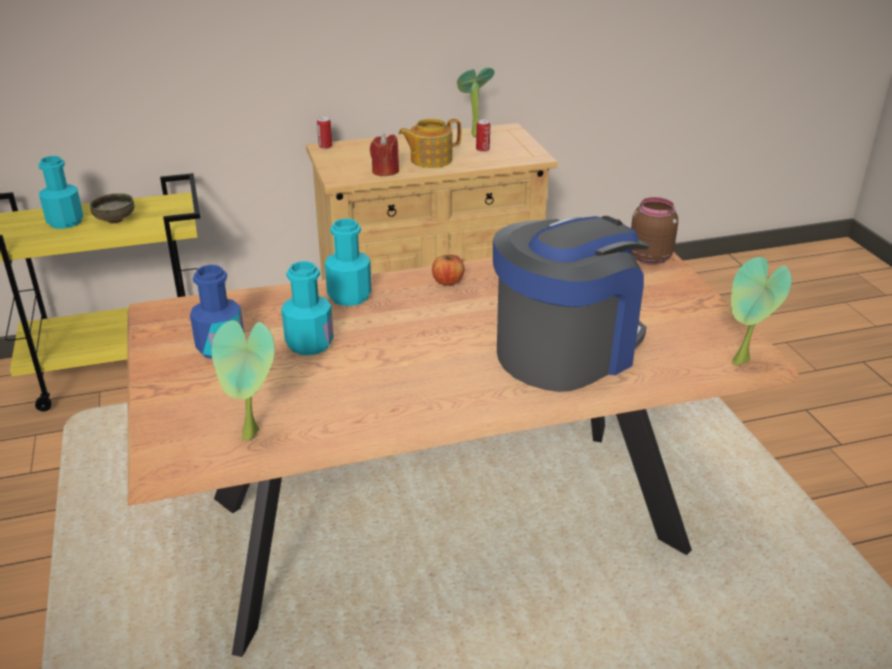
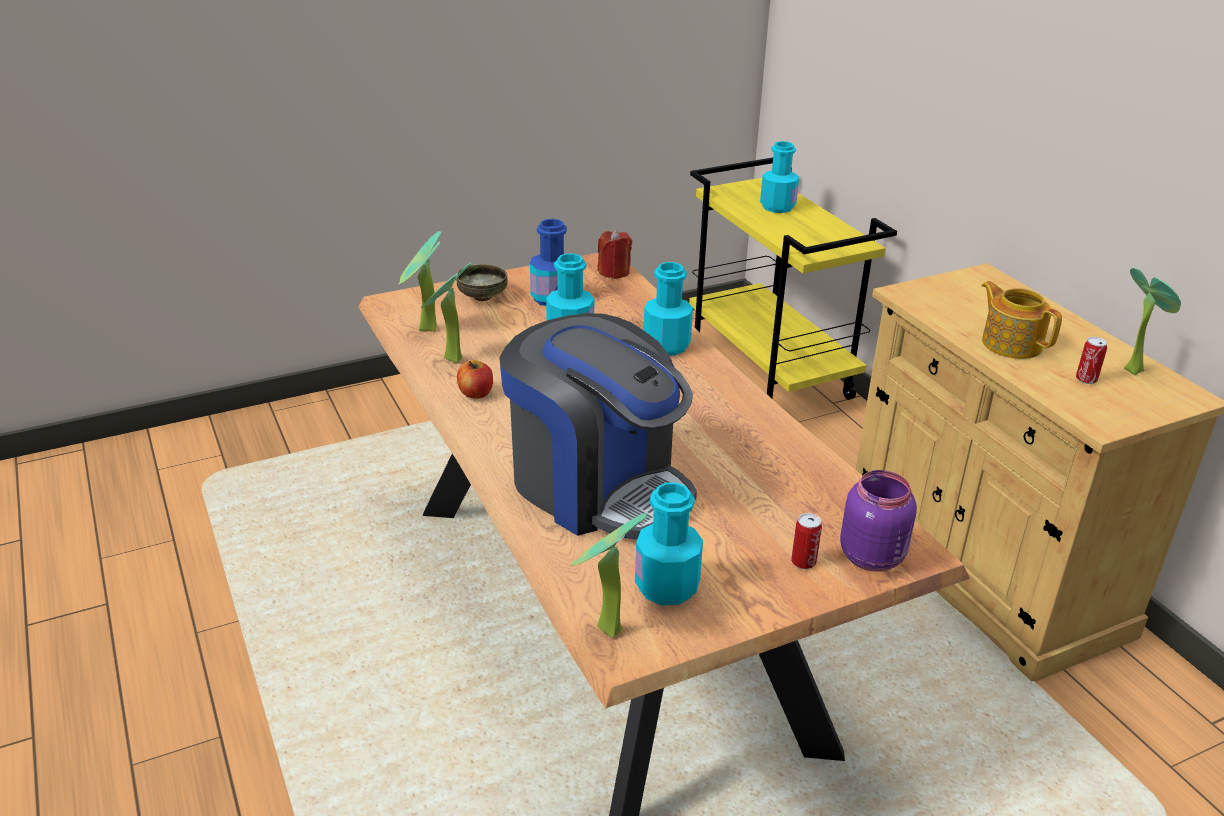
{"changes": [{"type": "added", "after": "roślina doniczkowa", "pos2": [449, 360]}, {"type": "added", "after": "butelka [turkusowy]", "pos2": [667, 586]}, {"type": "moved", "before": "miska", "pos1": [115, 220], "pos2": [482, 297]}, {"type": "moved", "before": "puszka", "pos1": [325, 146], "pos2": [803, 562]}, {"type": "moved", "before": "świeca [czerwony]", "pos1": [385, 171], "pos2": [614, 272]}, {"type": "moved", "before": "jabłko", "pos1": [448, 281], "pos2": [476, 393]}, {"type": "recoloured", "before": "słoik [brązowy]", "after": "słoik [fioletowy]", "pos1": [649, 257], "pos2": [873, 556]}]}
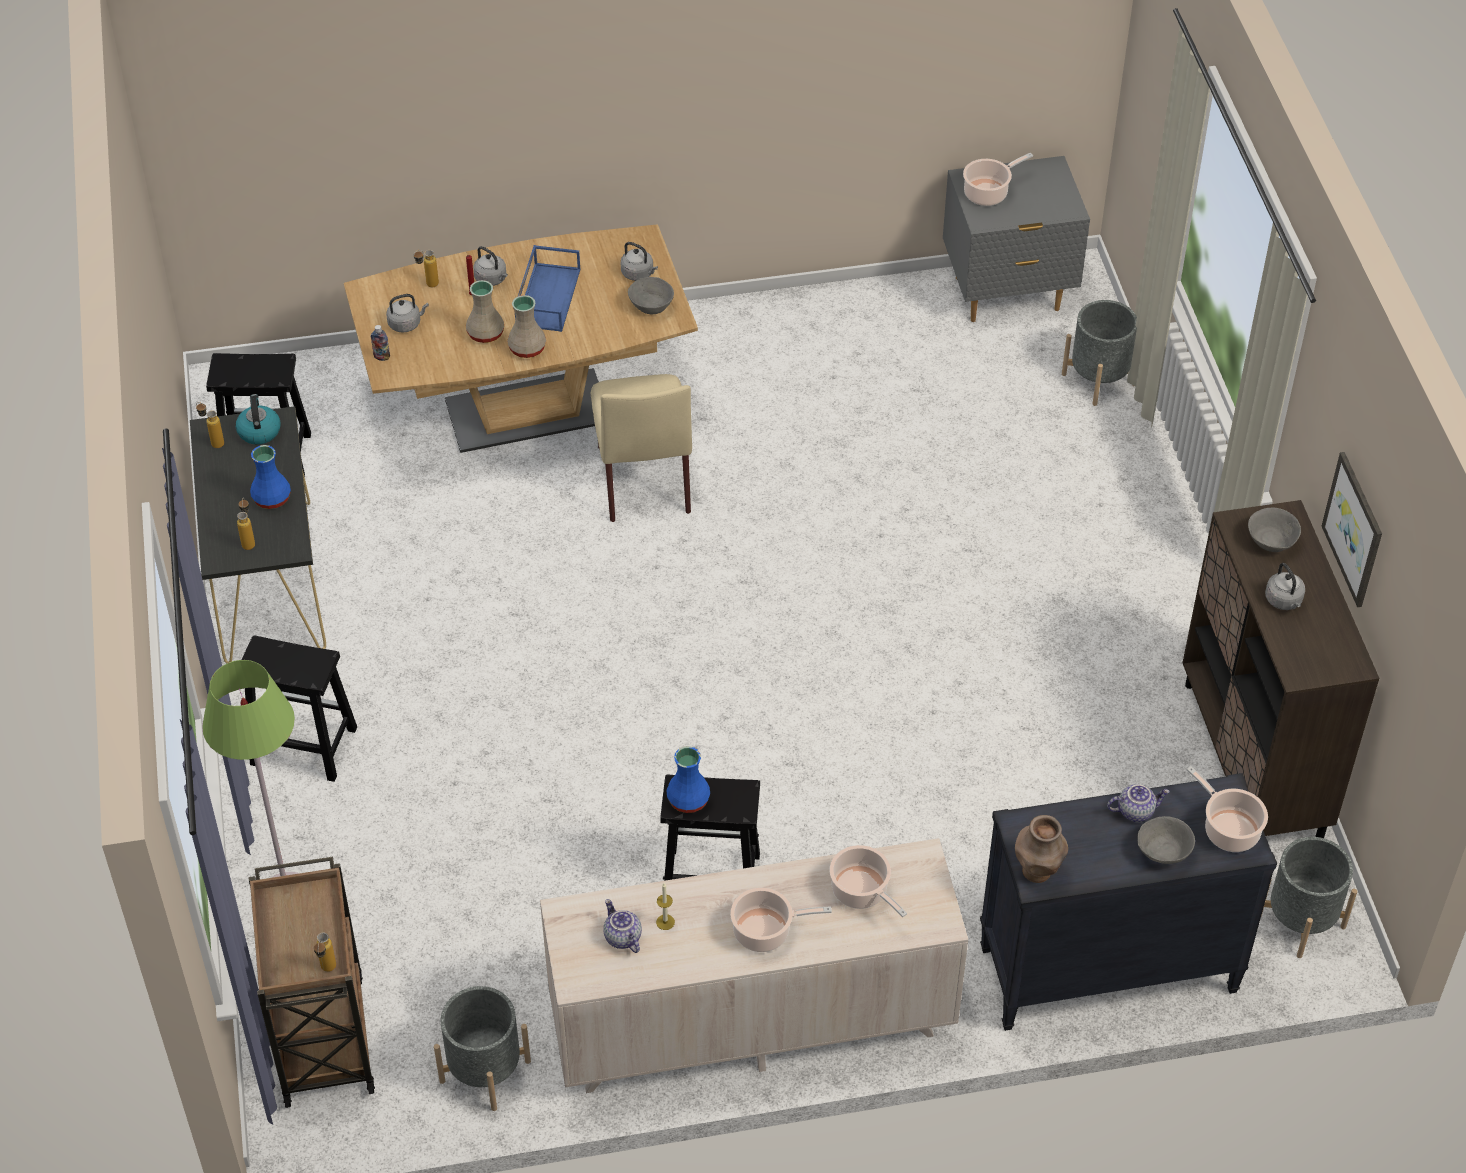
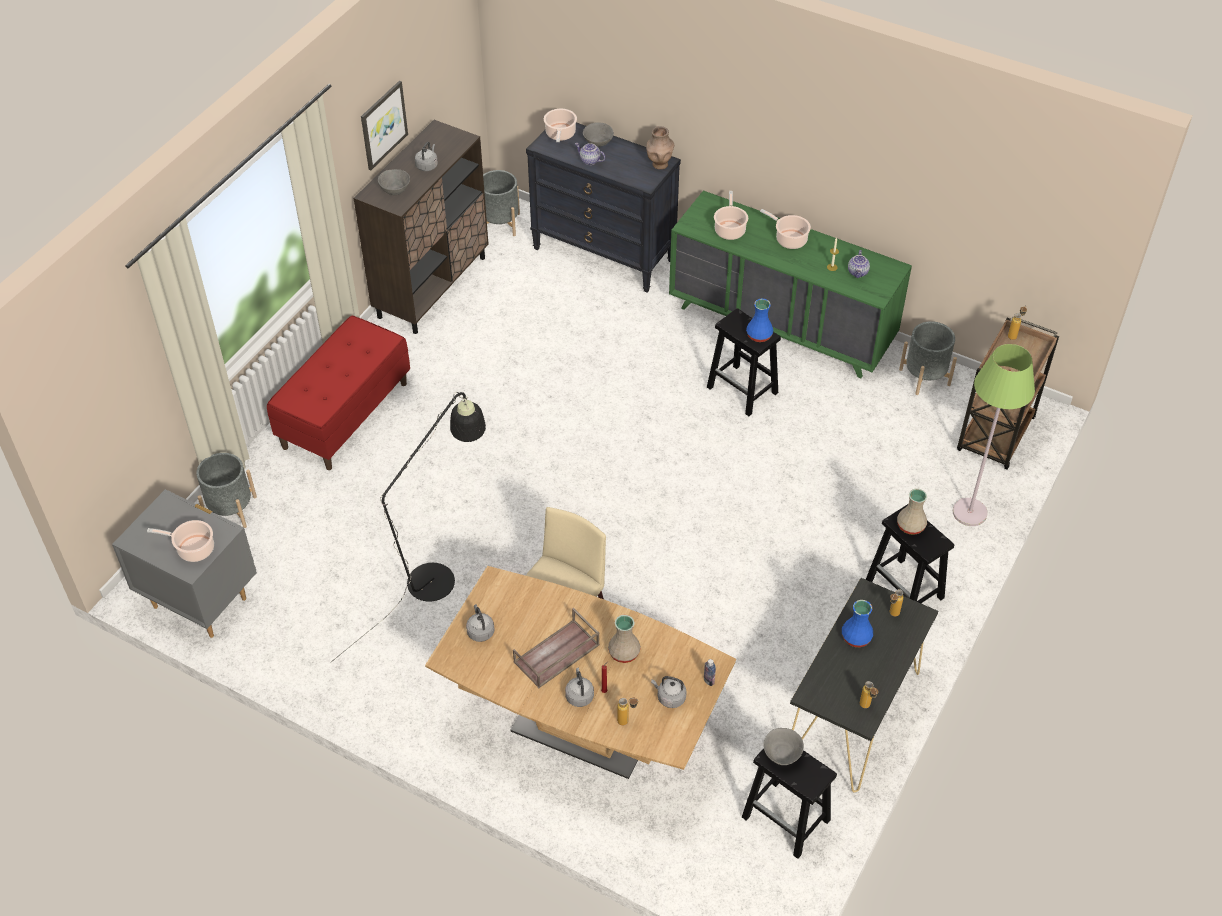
{"changes": [{"type": "removed", "before": "czajnik", "pos1": [259, 431]}, {"type": "added", "after": "ławka [czerwony]", "pos2": [345, 415]}, {"type": "added", "after": "lampa stojąca [czarny]", "pos2": [440, 574]}, {"type": "moved", "before": "wazon [beżowy]", "pos1": [526, 348], "pos2": [911, 526]}, {"type": "moved", "before": "miska [szary]", "pos1": [651, 306], "pos2": [781, 753]}, {"type": "recoloured", "before": "taca [niebieski]", "after": "taca [brązowy]", "pos1": [547, 296], "pos2": [556, 654]}, {"type": "recoloured", "before": "komoda [beżowy]", "after": "komoda [zielony]", "pos1": [750, 1022], "pos2": [782, 325]}]}
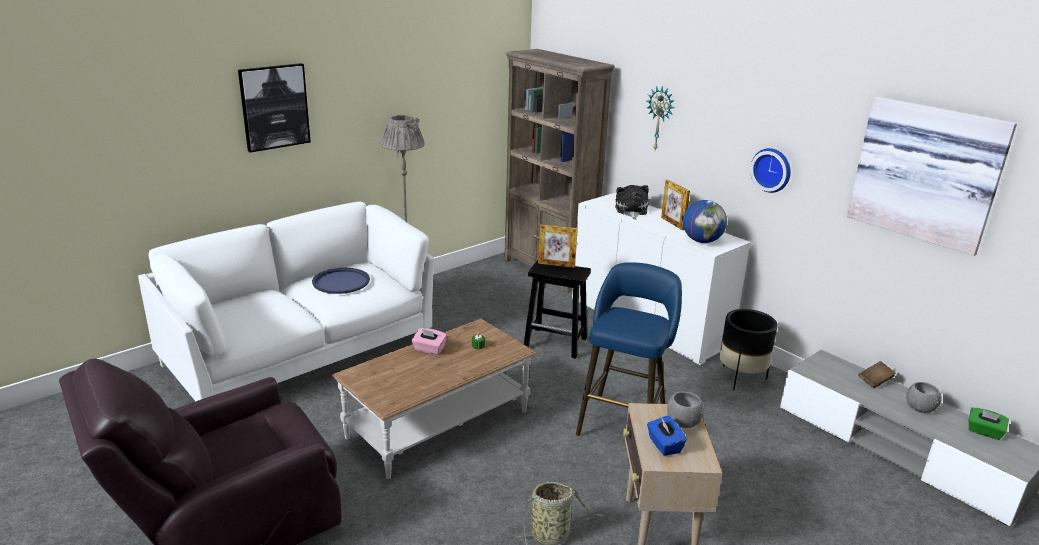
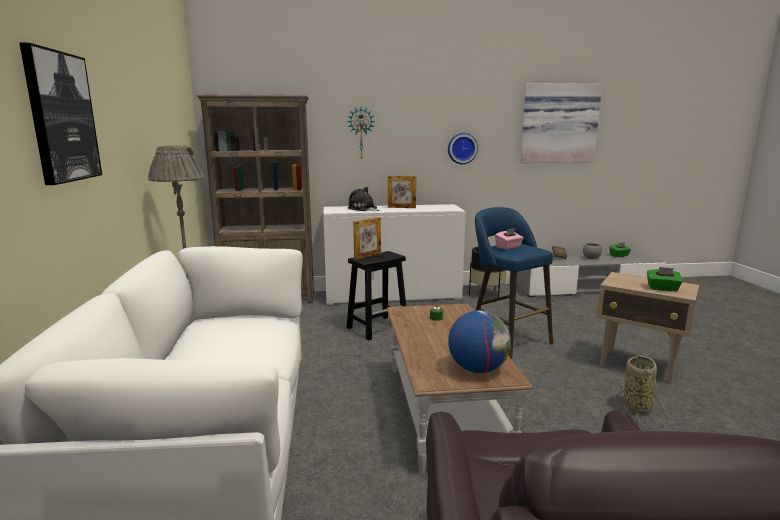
{"changes": [{"type": "removed", "before": "taca [niebieski]", "pos1": [341, 281]}, {"type": "removed", "before": "miska [szary]", "pos1": [683, 422]}, {"type": "moved", "before": "pudełko chusteczek [różowy]", "pos1": [429, 349], "pos2": [508, 247]}, {"type": "moved", "before": "globus", "pos1": [702, 241], "pos2": [477, 369]}, {"type": "recoloured", "before": "pudełko chusteczek [niebieski]", "after": "pudełko chusteczek [zielony]", "pos1": [664, 445], "pos2": [662, 288]}]}
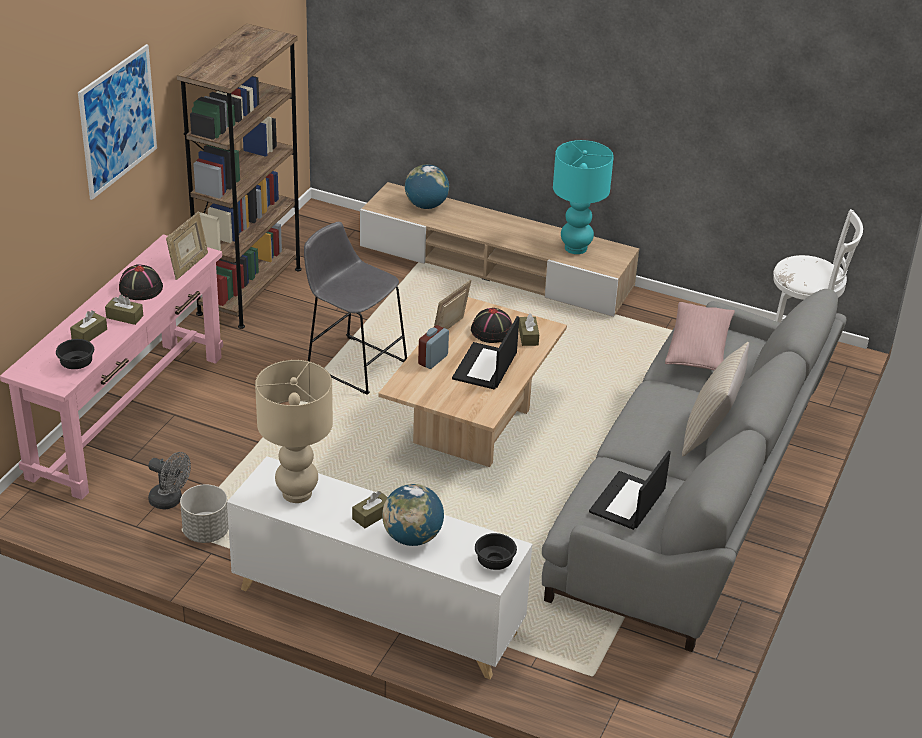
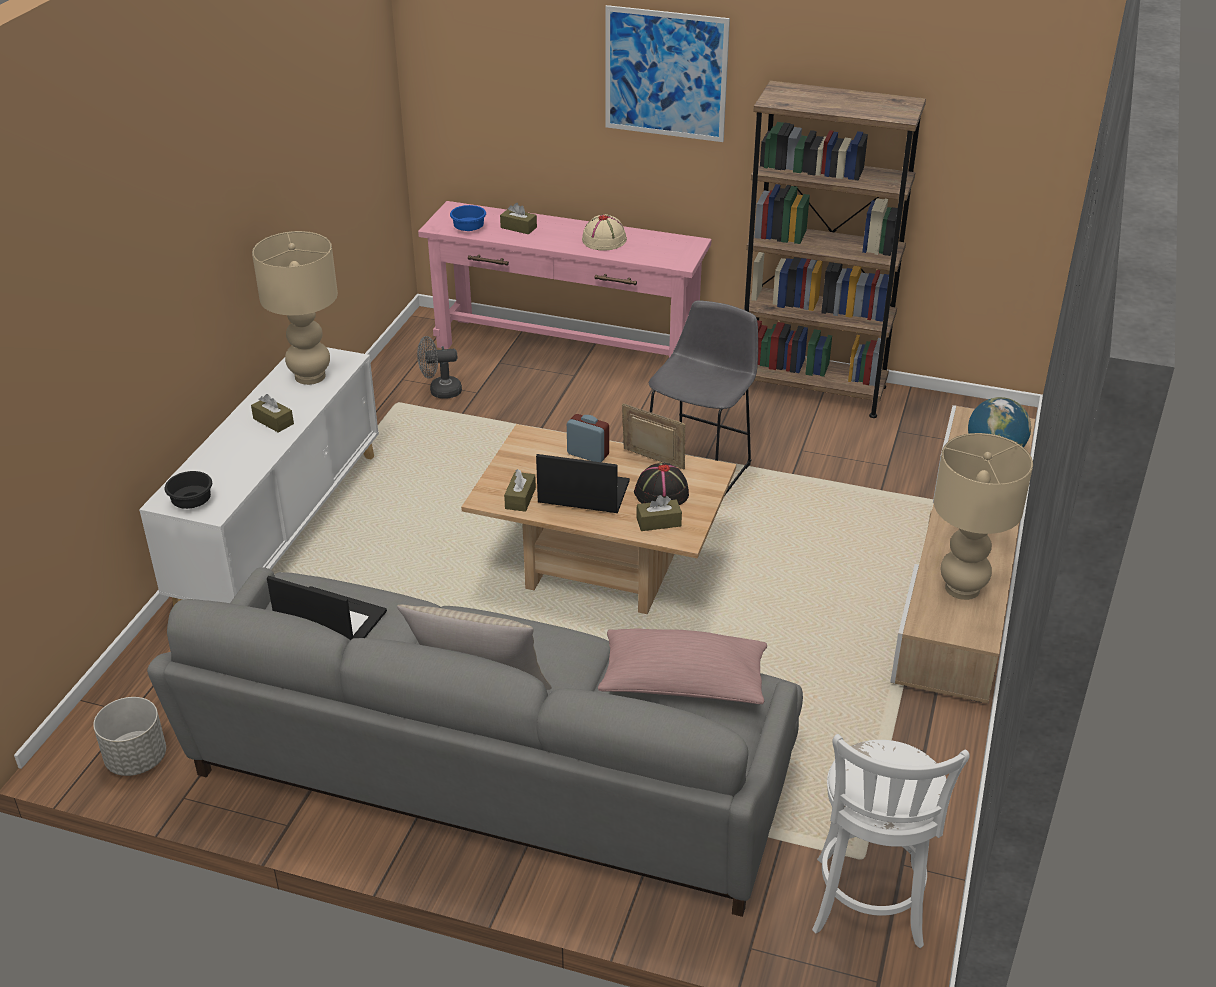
{"changes": [{"type": "removed", "before": "ramka na zdjęcie", "pos1": [189, 266]}, {"type": "removed", "before": "globus", "pos1": [412, 537]}, {"type": "moved", "before": "pudełko chusteczek [brązowy]", "pos1": [124, 317], "pos2": [520, 498]}, {"type": "moved", "before": "donica [szary]", "pos1": [206, 532], "pos2": [136, 759]}, {"type": "recoloured", "before": "miska [czarny]", "after": "miska [niebieski]", "pos1": [78, 364], "pos2": [468, 229]}, {"type": "recoloured", "before": "kapelusz [czarny]", "after": "kapelusz [beżowy]", "pos1": [140, 288], "pos2": [604, 240]}, {"type": "recoloured", "before": "lampa stołowa [turkusowy]", "after": "lampa stołowa [beżowy]", "pos1": [576, 248], "pos2": [962, 589]}, {"type": "turned", "before": "wentylator [szary]", "pos1": [170, 501], "pos2": [440, 391], "turn": 60}]}
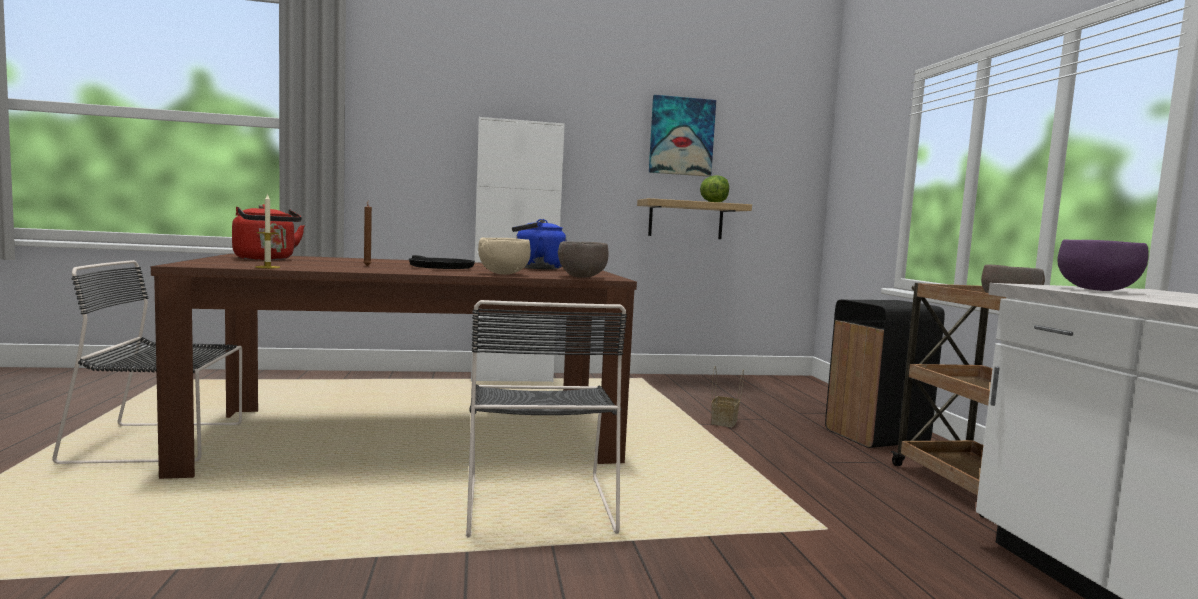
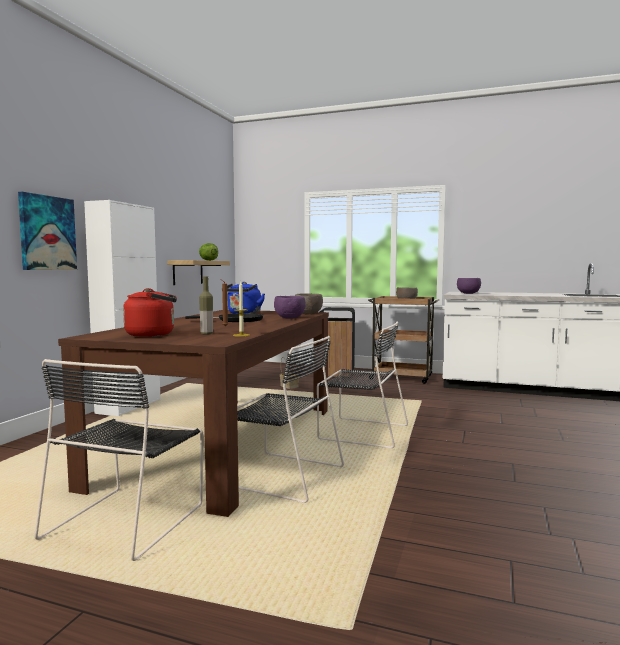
{"changes": [{"type": "added", "after": "butelka", "pos2": [206, 334]}, {"type": "added", "after": "krzesło [czarny]", "pos2": [280, 475]}, {"type": "moved", "before": "obraz", "pos1": [681, 136], "pos2": [47, 233]}, {"type": "recoloured", "before": "miska [beżowy]", "after": "miska [fioletowy]", "pos1": [503, 274], "pos2": [289, 318]}]}
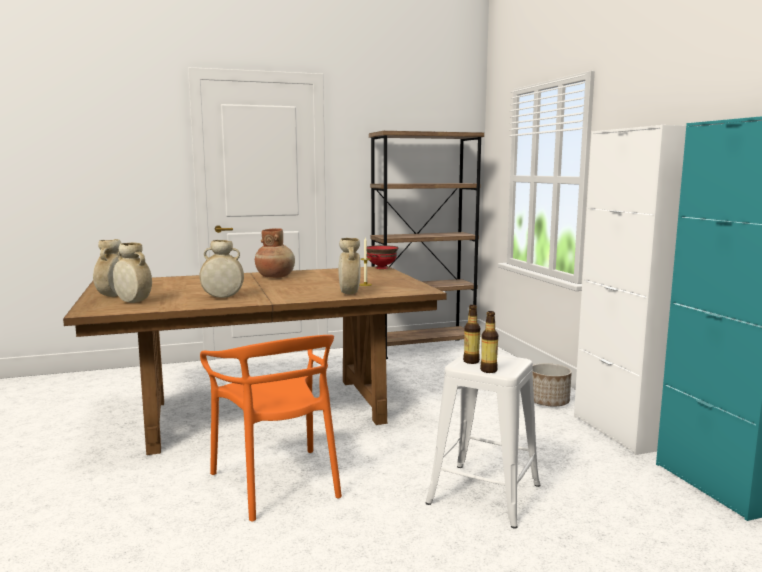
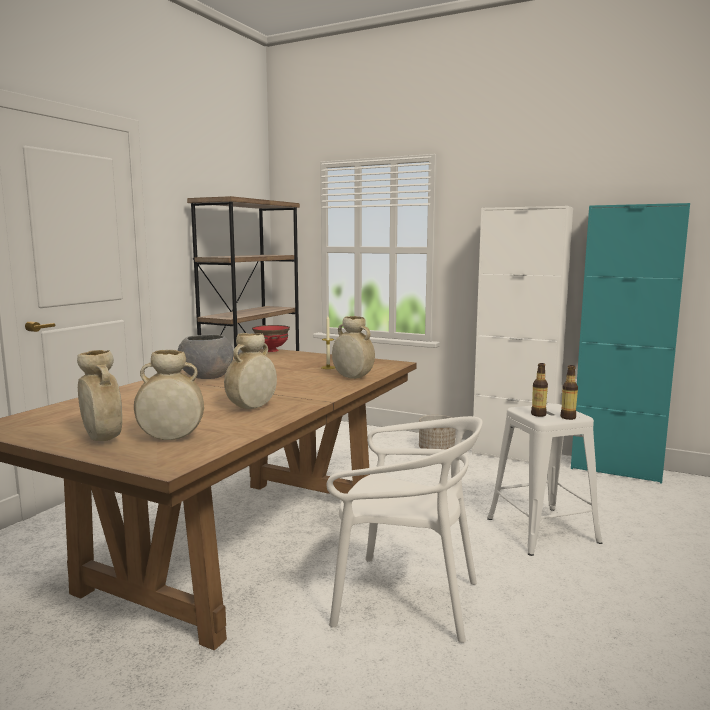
{"changes": [{"type": "replaced", "before": "wazon [brązowy]", "after": "miska [szary]", "pos1": [275, 277], "pos2": [206, 376]}, {"type": "recoloured", "before": "krzesło [pomarańczowy]", "after": "krzesło [biały]", "pos1": [278, 482], "pos2": [405, 599]}]}
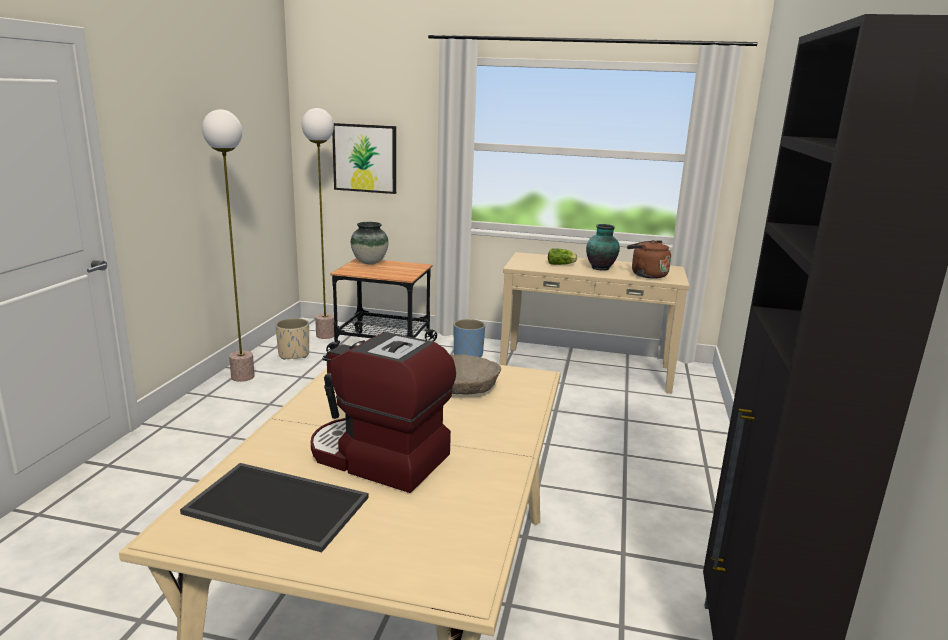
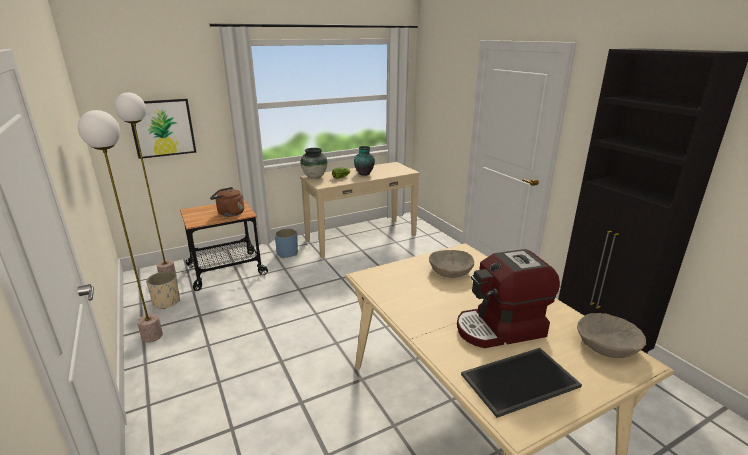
{"changes": [{"type": "added", "after": "miska [beżowy]", "pos2": [607, 345]}, {"type": "moved", "before": "wazon", "pos1": [370, 262], "pos2": [315, 177]}, {"type": "moved", "before": "czajnik [brązowy]", "pos1": [646, 275], "pos2": [229, 213]}]}
